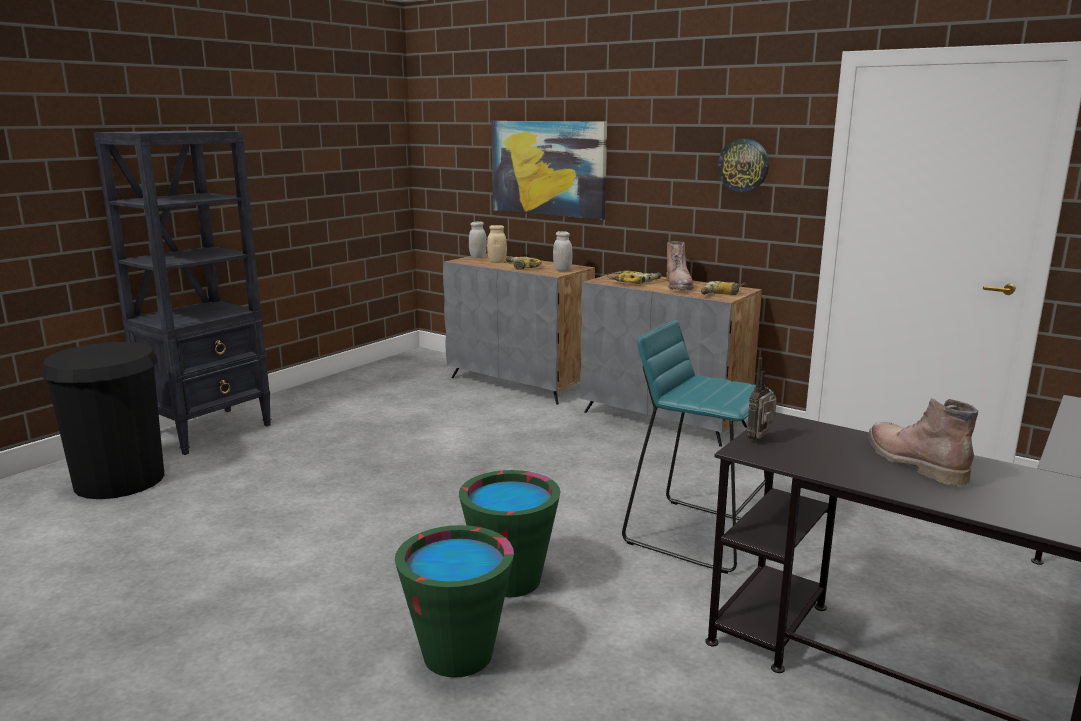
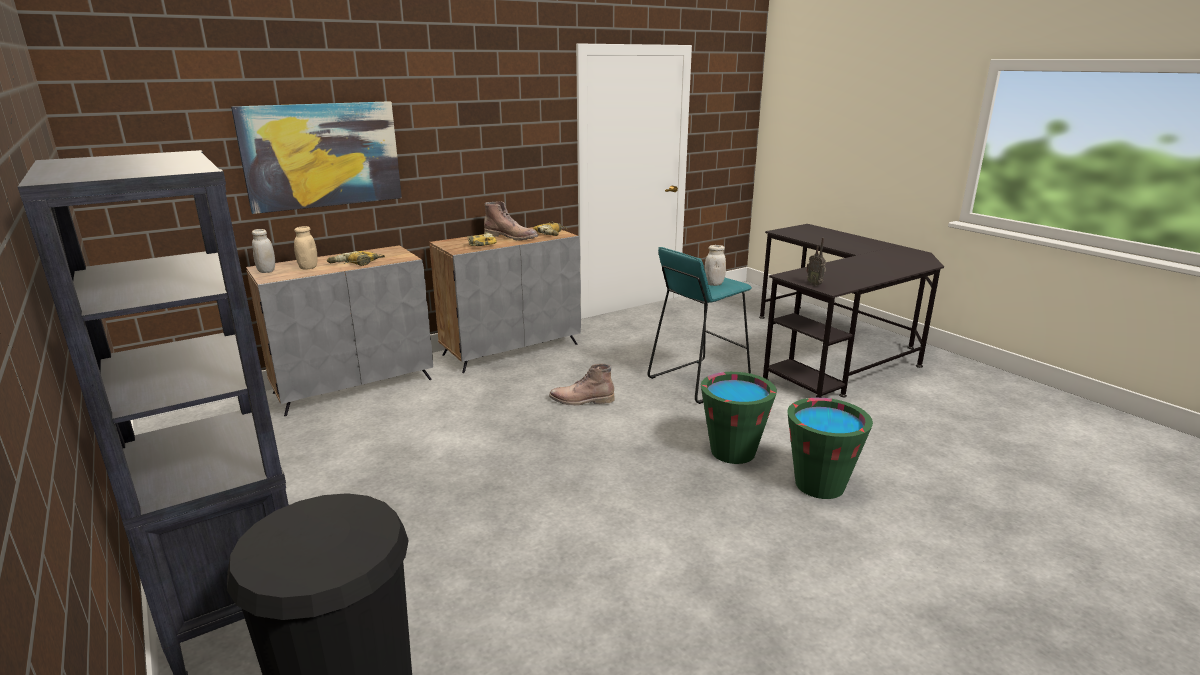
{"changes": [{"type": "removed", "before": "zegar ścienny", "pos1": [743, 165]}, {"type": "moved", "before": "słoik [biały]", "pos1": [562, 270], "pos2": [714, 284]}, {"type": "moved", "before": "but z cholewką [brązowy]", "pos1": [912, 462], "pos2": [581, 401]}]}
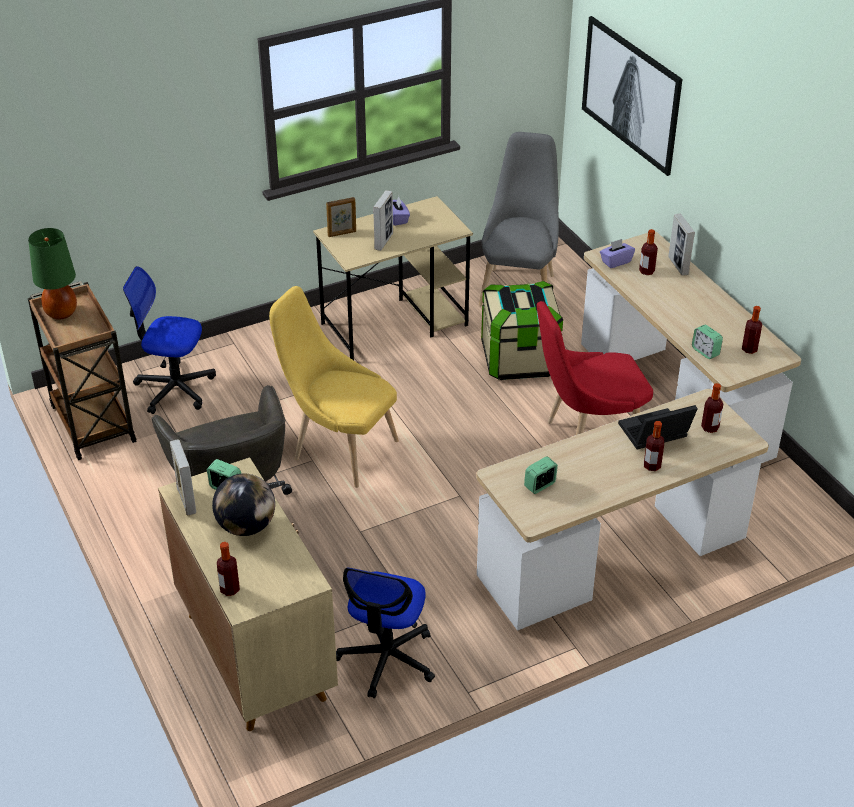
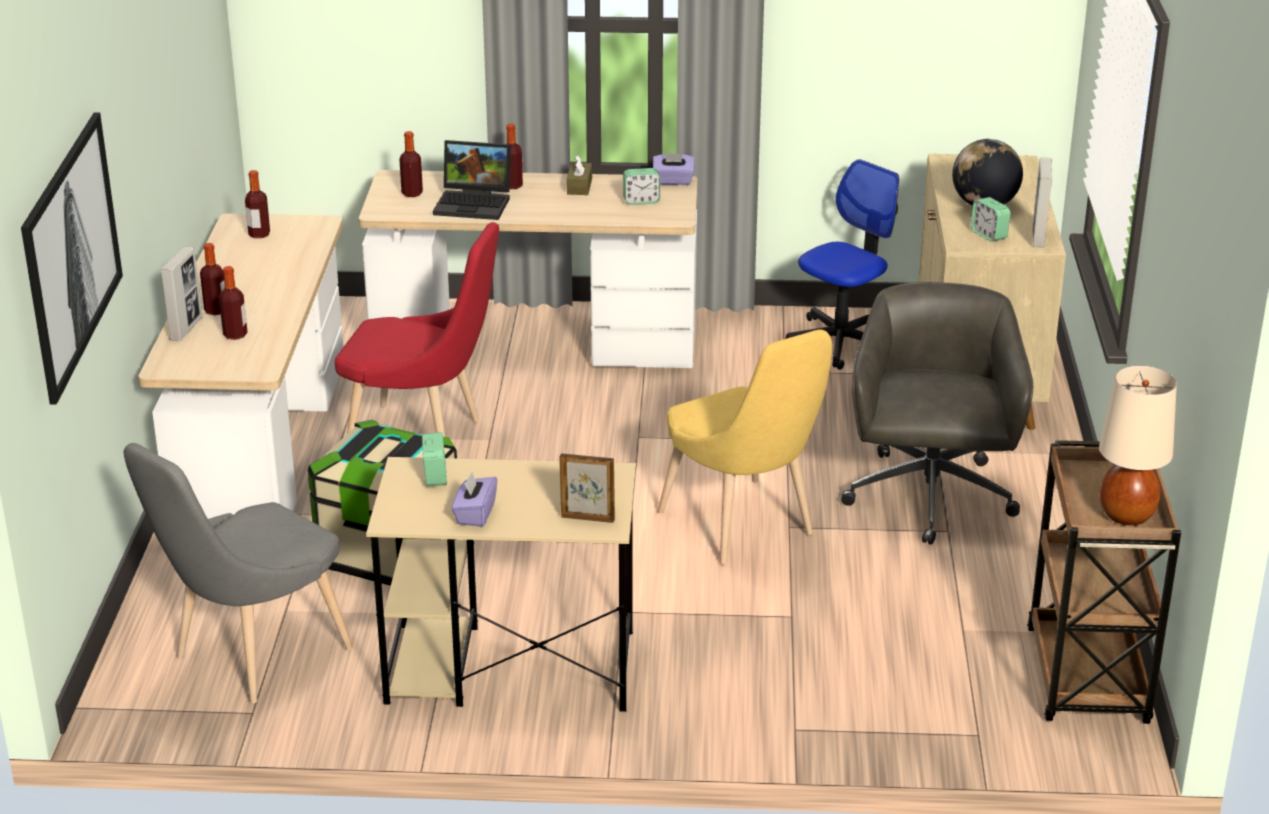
{"changes": [{"type": "removed", "before": "krzesło biurowe", "pos1": [175, 388]}, {"type": "removed", "before": "ramka na zdjęcie", "pos1": [383, 241]}, {"type": "added", "after": "pudełko chusteczek [brązowy]", "pos2": [579, 186]}, {"type": "moved", "before": "butelka", "pos1": [230, 589], "pos2": [216, 311]}, {"type": "moved", "before": "pudełko chusteczek [fioletowy]", "pos1": [616, 261], "pos2": [673, 181]}, {"type": "moved", "before": "budzik", "pos1": [705, 351], "pos2": [435, 477]}, {"type": "recoloured", "before": "lampa stołowa [zielony]", "after": "lampa stołowa [beżowy]", "pos1": [61, 313], "pos2": [1127, 515]}]}
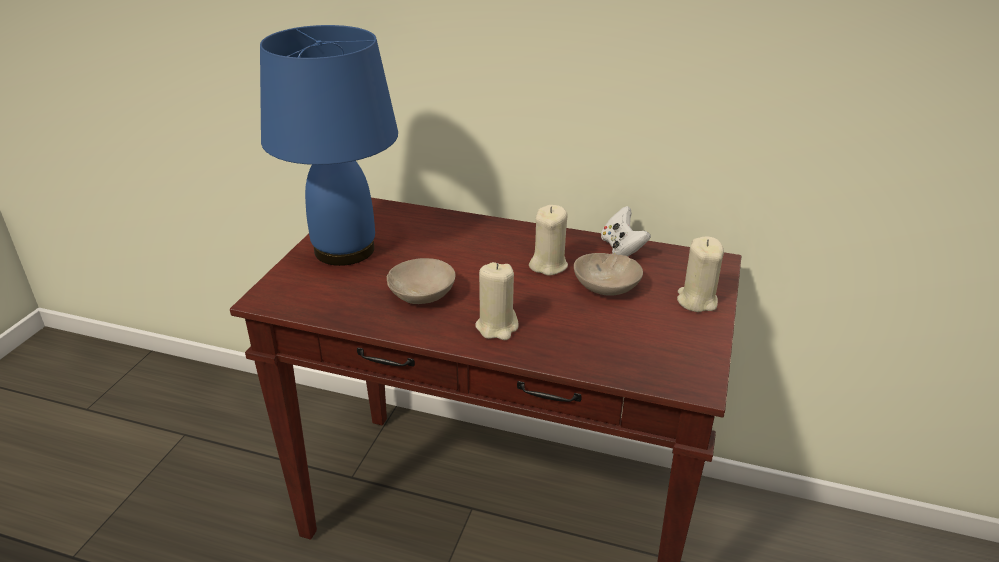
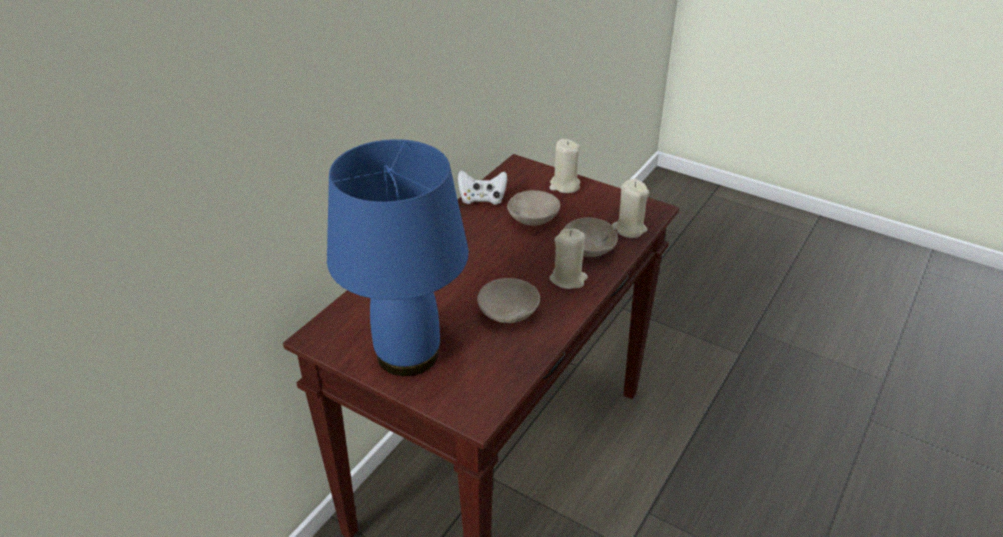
{"changes": [{"type": "added", "after": "miska [beżowy]", "pos2": [587, 248]}, {"type": "moved", "before": "świeca [beżowy]", "pos1": [548, 265], "pos2": [629, 229]}]}
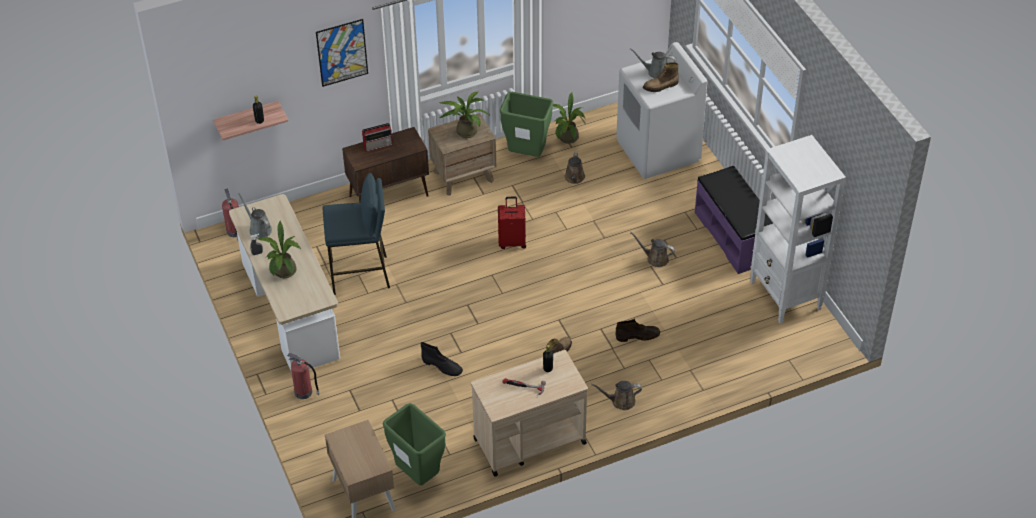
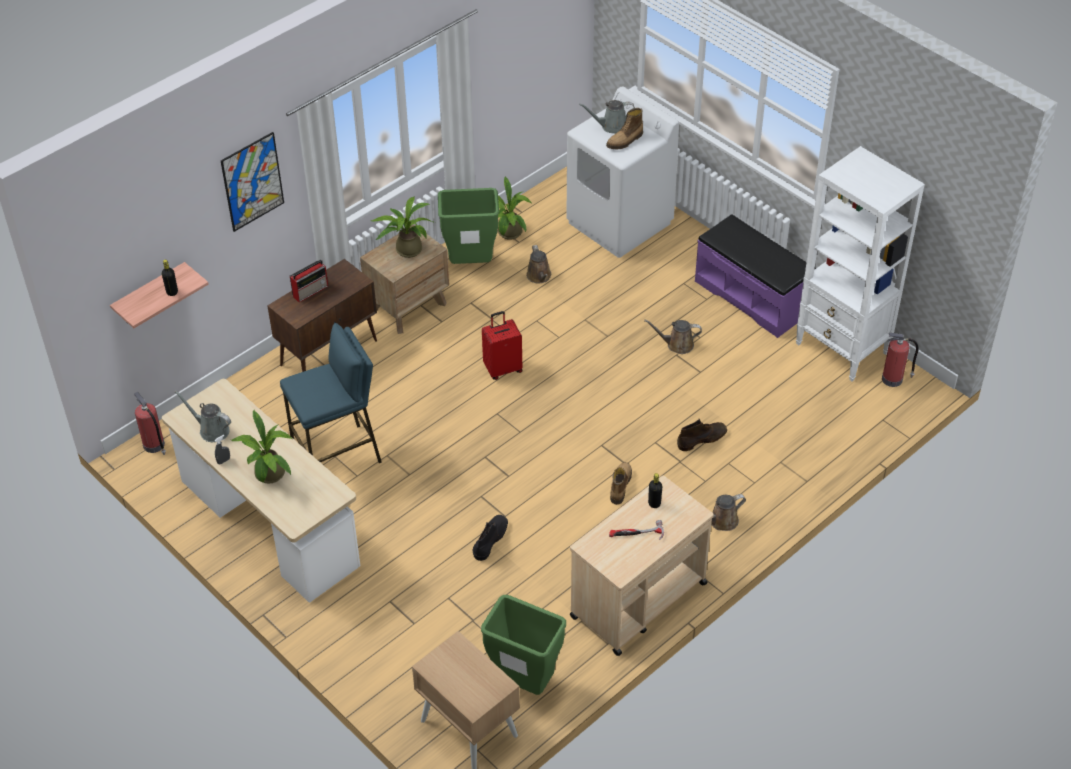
{"changes": [{"type": "moved", "before": "gaśnica", "pos1": [304, 392], "pos2": [893, 379]}, {"type": "turned", "before": "but z cholewką [czarny]", "pos1": [442, 366], "pos2": [490, 539], "turn": -75}]}
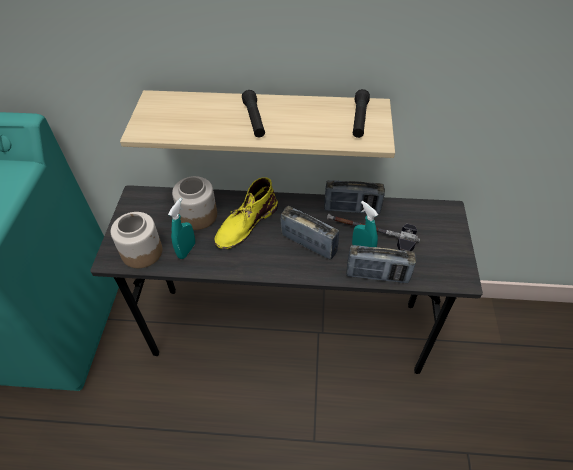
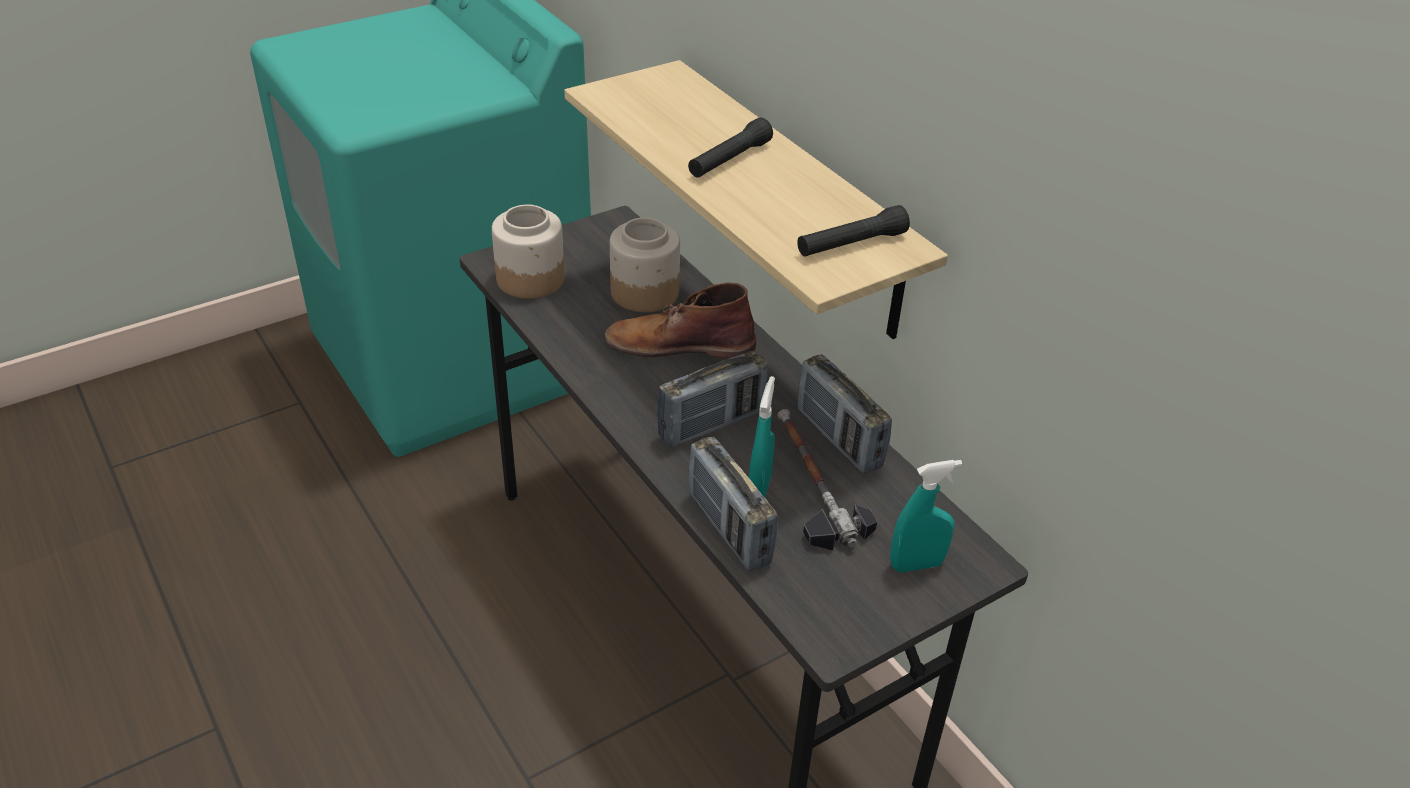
{"changes": [{"type": "moved", "before": "spryskiwacz [turkusowy]", "pos1": [186, 250], "pos2": [916, 564]}, {"type": "recoloured", "before": "but z cholewką [żółty]", "after": "but z cholewką [brązowy]", "pos1": [246, 224], "pos2": [679, 343]}, {"type": "turned", "before": "radio", "pos1": [308, 244], "pos2": [711, 424], "turn": 60}]}
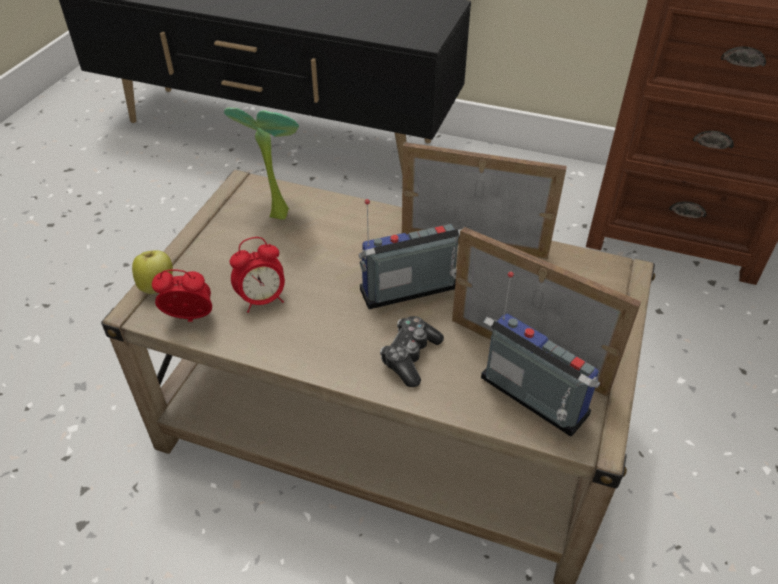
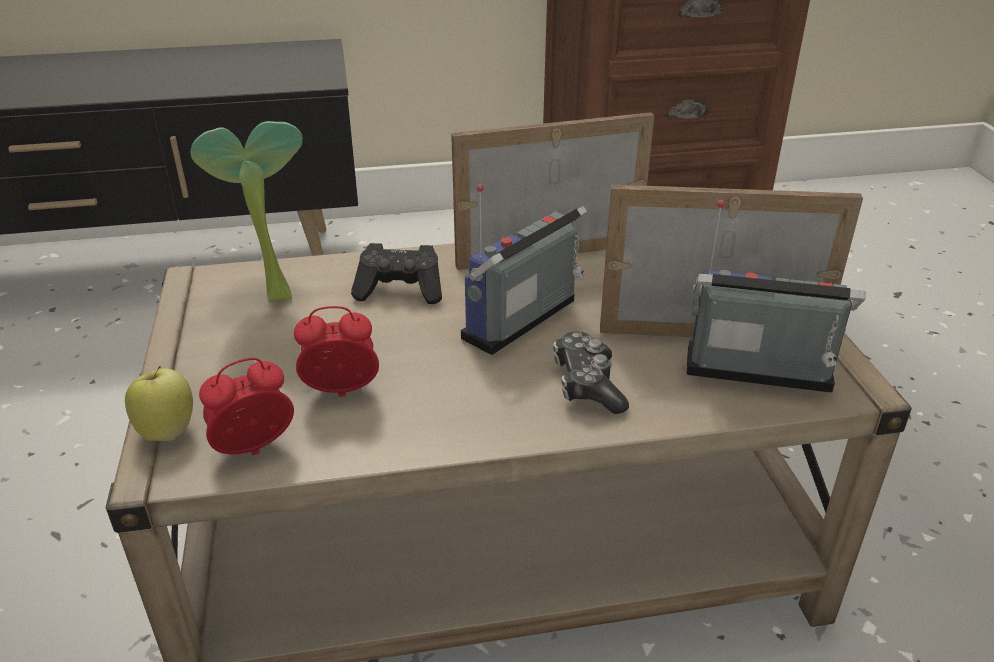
{"changes": [{"type": "added", "after": "pad do gier [czarny]", "pos2": [400, 290]}, {"type": "turned", "before": "budzik", "pos1": [262, 300], "pos2": [342, 393], "turn": -135}]}
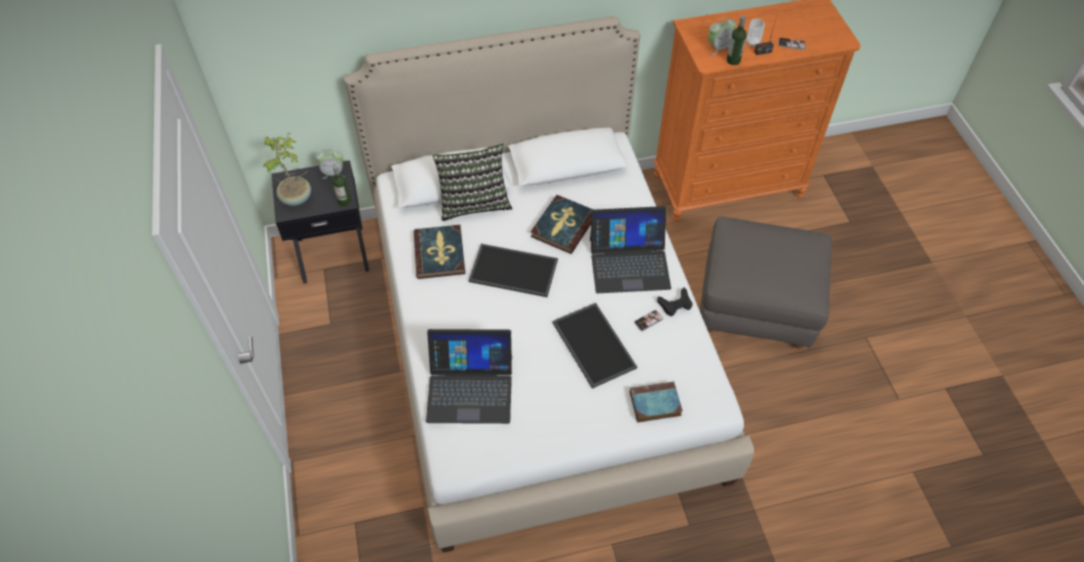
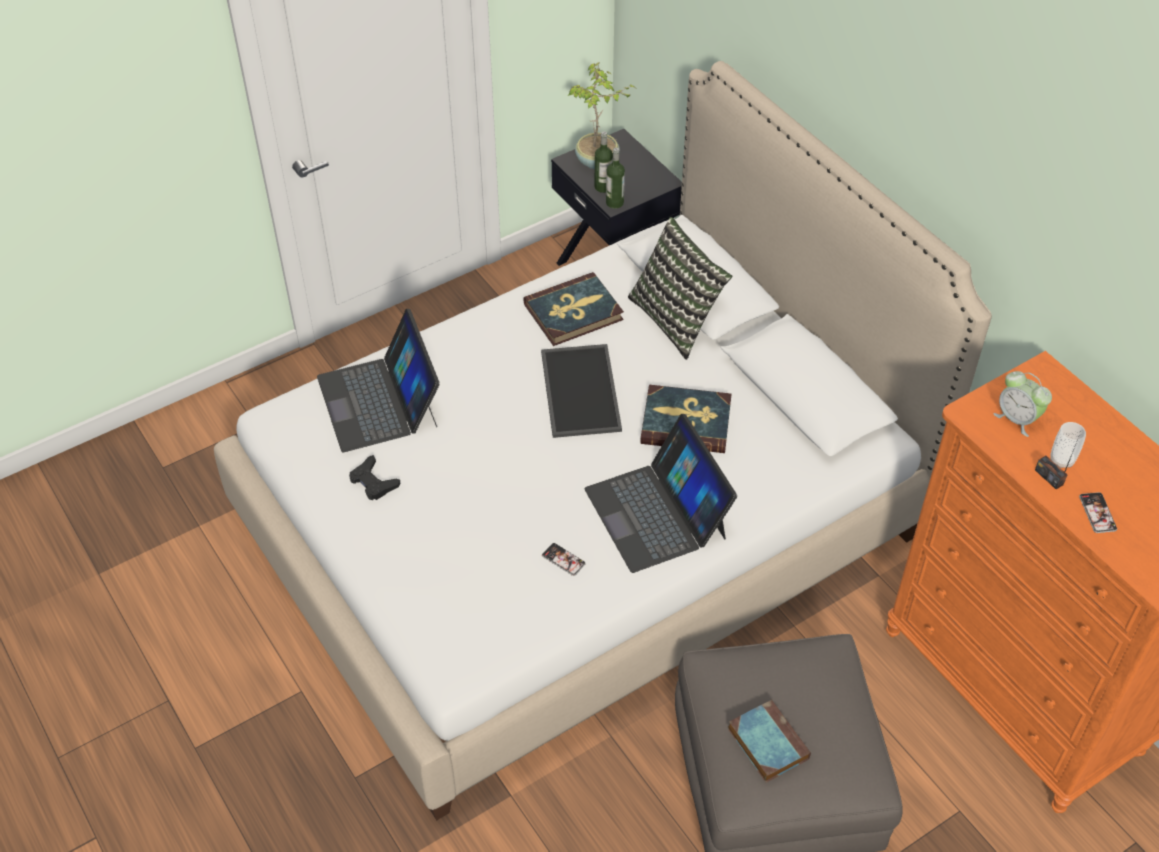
{"changes": [{"type": "removed", "before": "budzik", "pos1": [333, 173]}, {"type": "removed", "before": "taca", "pos1": [592, 344]}, {"type": "moved", "before": "książka", "pos1": [654, 404], "pos2": [766, 743]}, {"type": "moved", "before": "pad do gier [czarny]", "pos1": [675, 304], "pos2": [373, 482]}, {"type": "moved", "before": "butelka", "pos1": [733, 60], "pos2": [603, 187]}]}
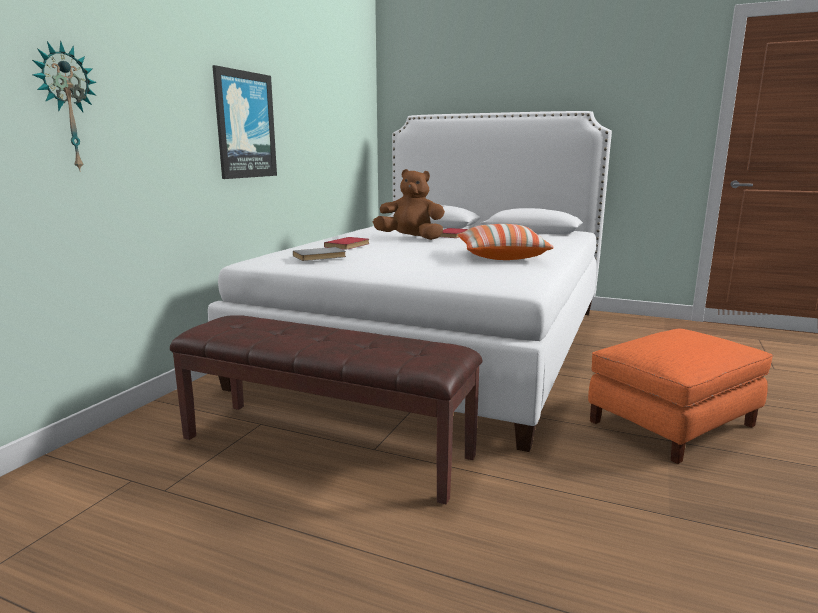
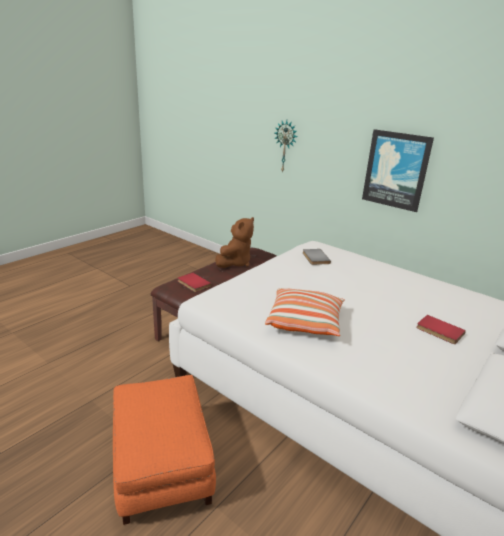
{"changes": [{"type": "moved", "before": "książka [czerwony]", "pos1": [348, 245], "pos2": [193, 284]}, {"type": "moved", "before": "pluszak [brązowy]", "pos1": [411, 238], "pos2": [235, 263]}]}
